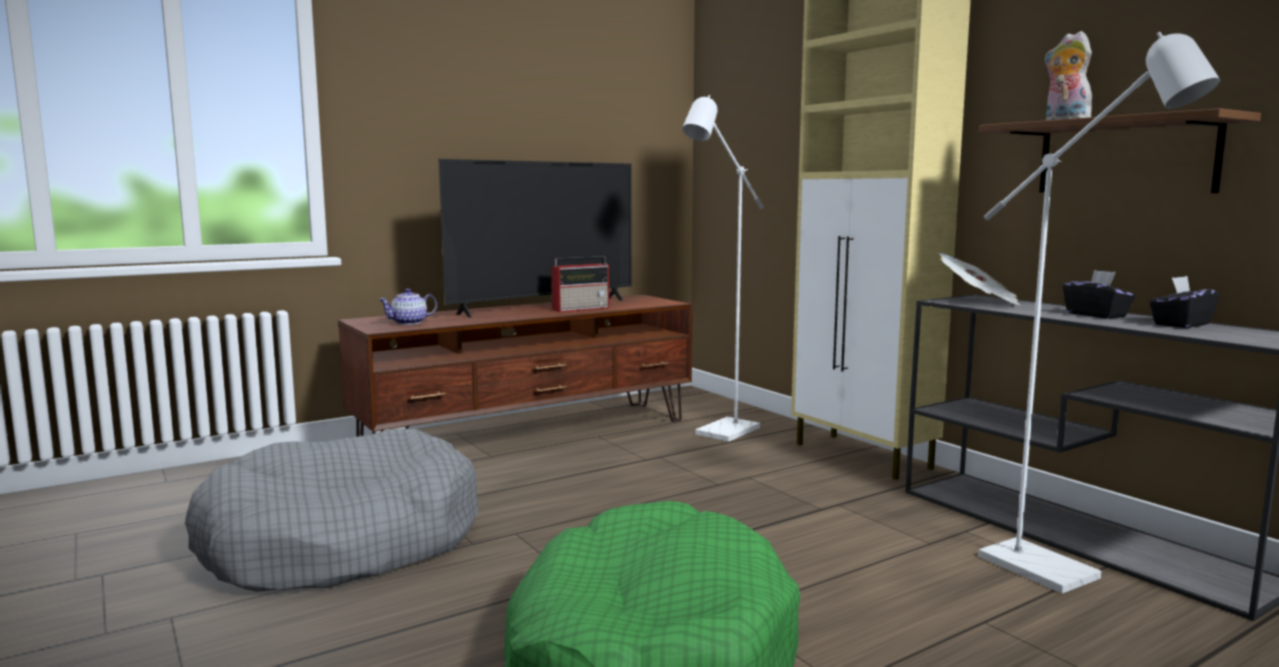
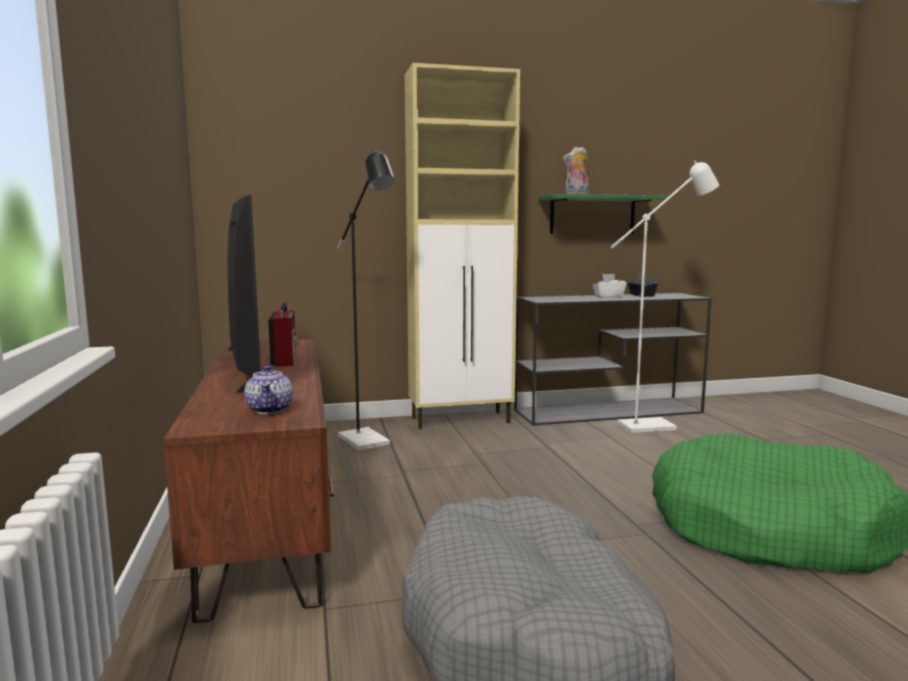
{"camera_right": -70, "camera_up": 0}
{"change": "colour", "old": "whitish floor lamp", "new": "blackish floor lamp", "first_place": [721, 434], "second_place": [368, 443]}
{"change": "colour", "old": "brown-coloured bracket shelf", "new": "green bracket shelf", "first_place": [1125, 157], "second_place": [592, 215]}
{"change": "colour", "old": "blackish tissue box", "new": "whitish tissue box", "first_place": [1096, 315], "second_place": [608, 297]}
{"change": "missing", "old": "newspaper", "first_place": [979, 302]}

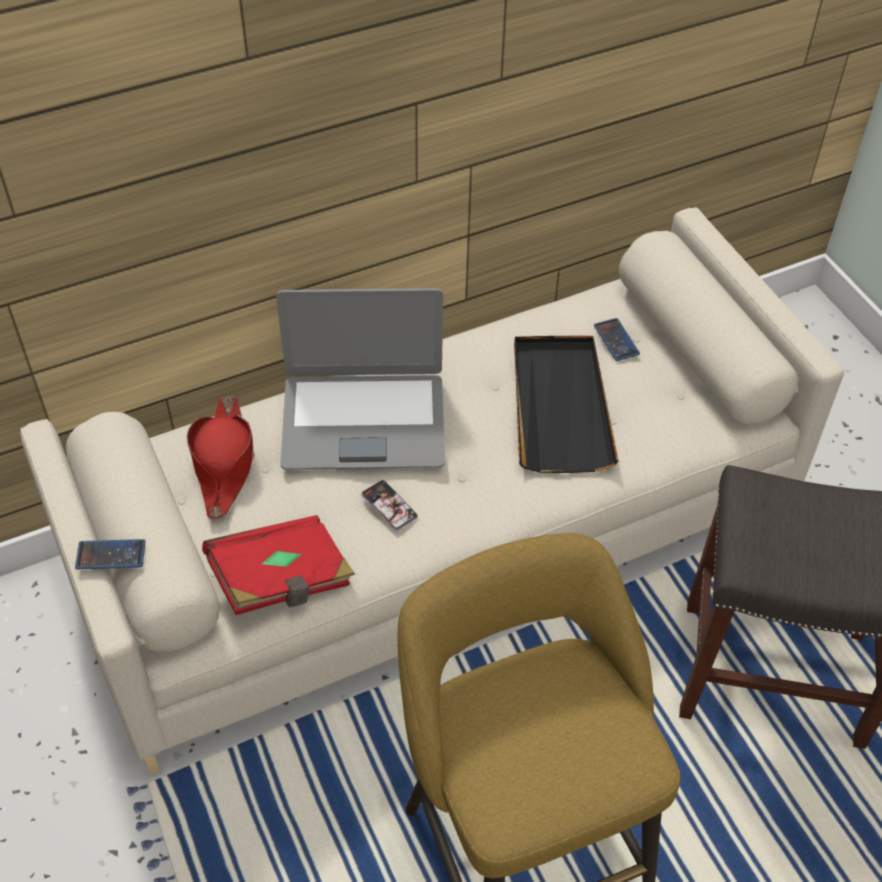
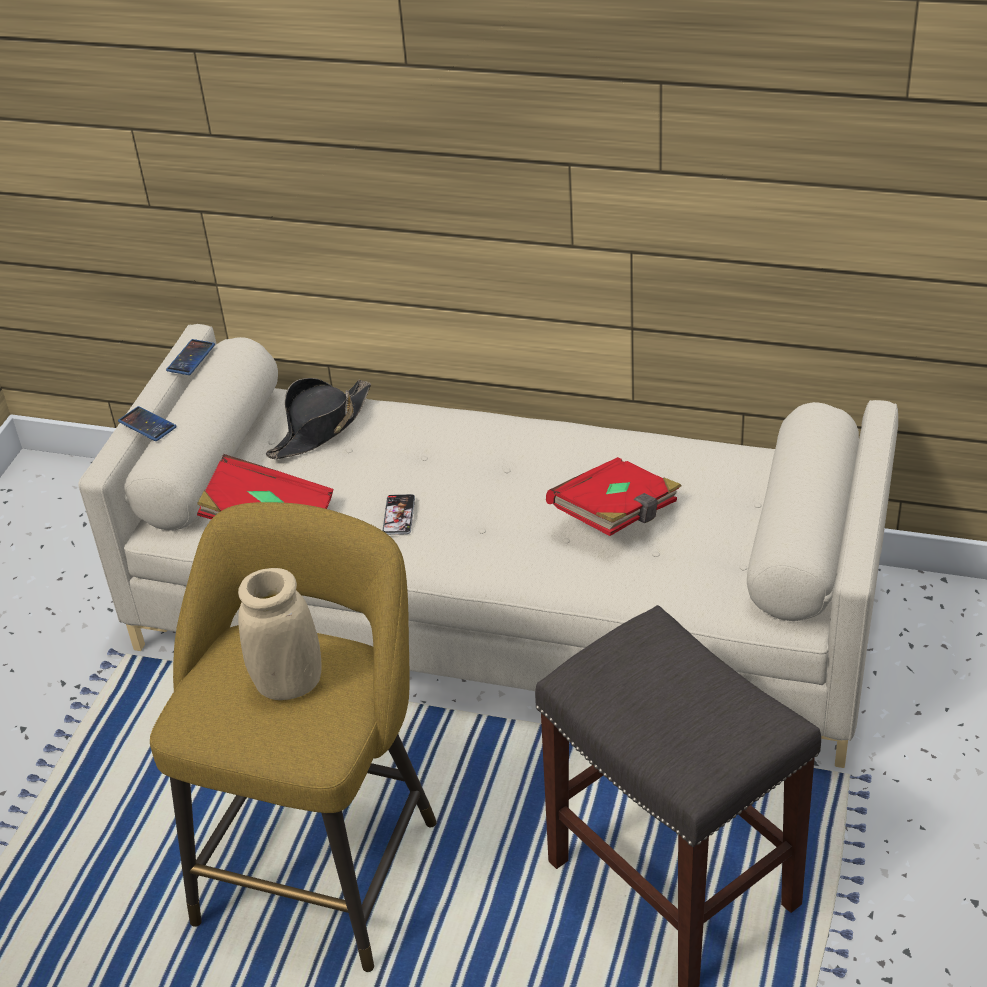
{"camera_right": 45, "camera_up": -10}
{"change": "relocated", "old": "telephone", "first_place": [616, 340], "second_place": [191, 358]}
{"change": "appeared", "new": "beige vase", "second_place": [288, 684]}
{"change": "colour", "old": "reddish clothing hat", "new": "blackish clothing hat", "first_place": [224, 463], "second_place": [320, 428]}
{"change": "exchanged", "old": "blackish carrying tray", "new": "reddish bound book", "first_place": [559, 406], "second_place": [616, 515]}
{"change": "missing", "old": "notebook computer", "first_place": [363, 421]}

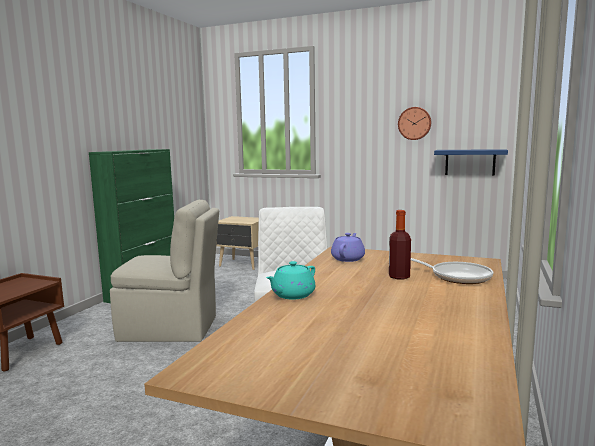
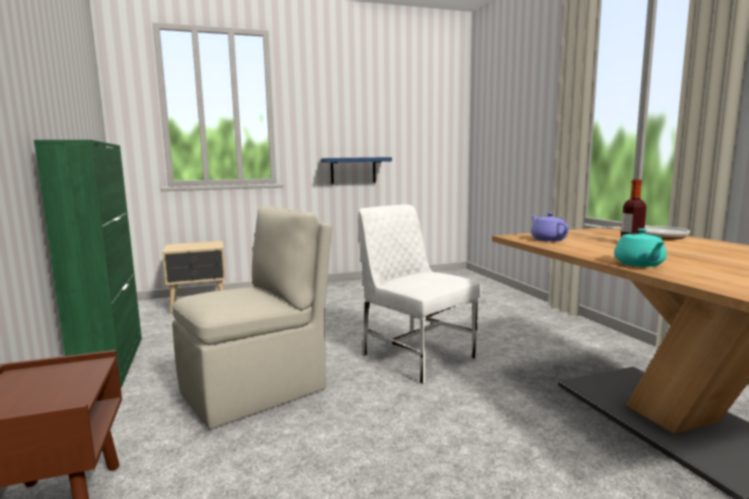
{"camera_right": -40, "camera_up": 0}
{"change": "relocated", "old": "blue-coloured bracket shelf", "first_place": [470, 162], "second_place": [353, 170]}
{"change": "missing", "old": "wall clock", "first_place": [414, 123]}

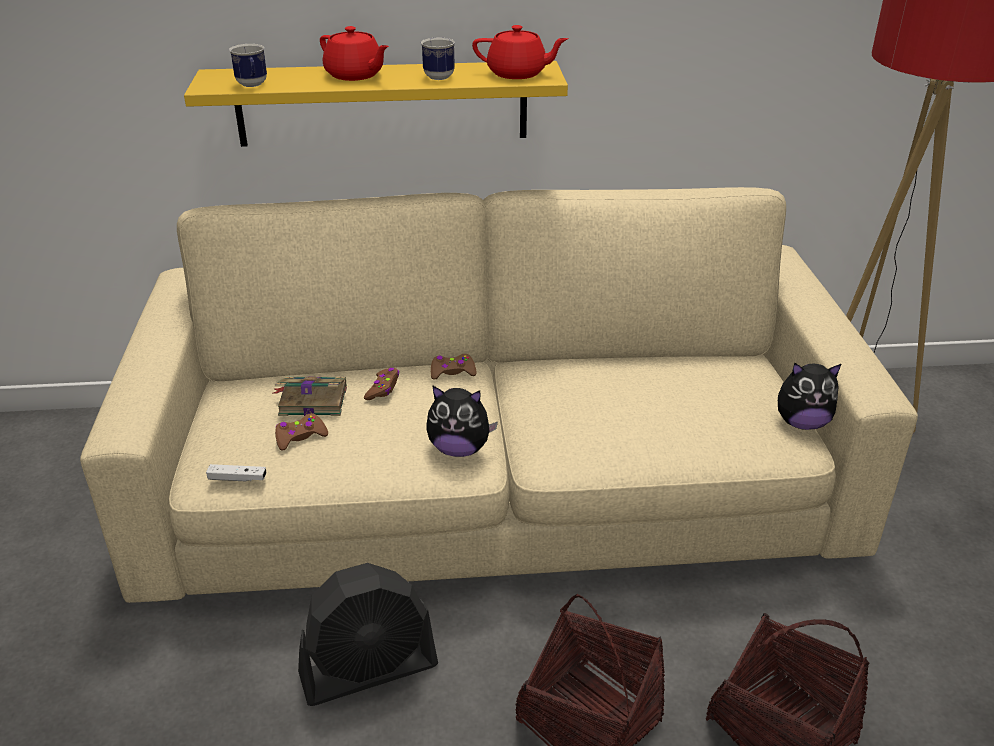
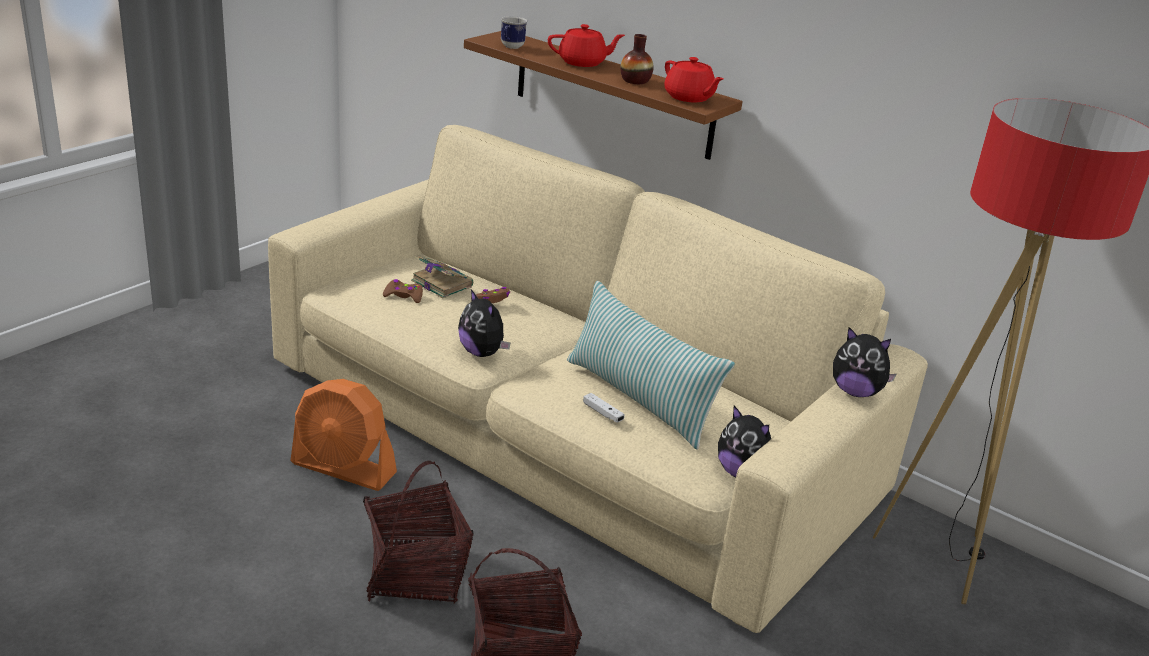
{"camera_right": 40, "camera_up": -5}
{"change": "colour", "old": "blackish fan", "new": "orange fan", "first_place": [369, 670], "second_place": [344, 468]}
{"change": "colour", "old": "yellow bracket shelf", "new": "brown-coloured bracket shelf", "first_place": [382, 103], "second_place": [612, 94]}
{"change": "spun", "old": "reddish teapot", "first_place": [355, 75], "second_place": [583, 62], "degrees": -90}
{"change": "appeared", "new": "pillow", "second_place": [639, 399]}
{"change": "relocated", "old": "whitish joypad", "first_place": [237, 478], "second_place": [602, 413]}
{"change": "exchanged", "old": "mug", "new": "vase", "first_place": [440, 75], "second_place": [635, 81]}
{"change": "appeared", "new": "soft toy", "second_place": [856, 392]}
{"change": "missing", "old": "brown-coloured joypad", "first_place": [452, 372]}

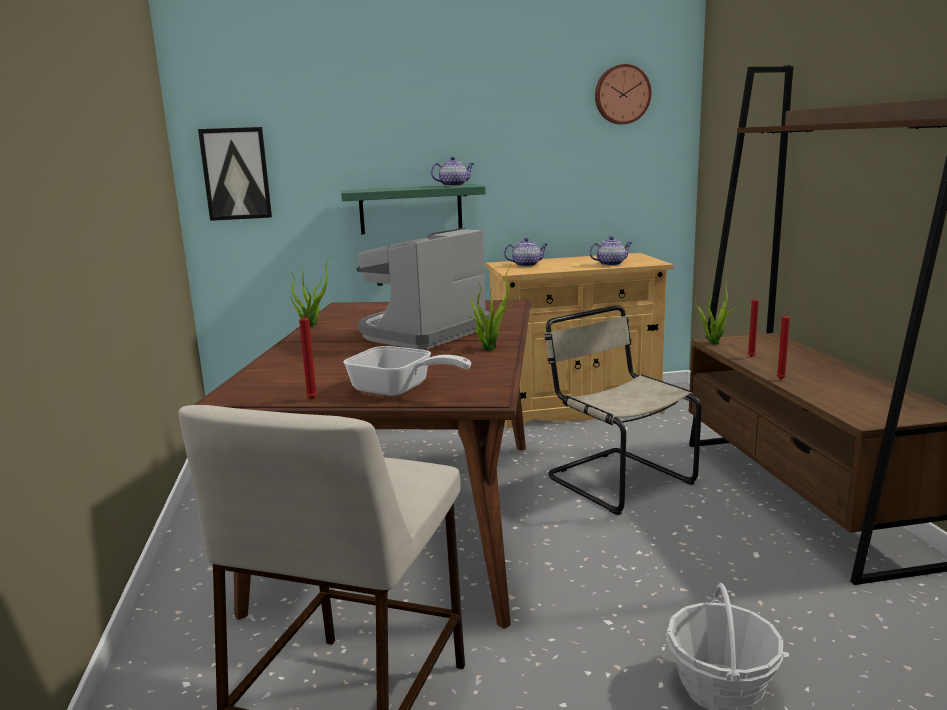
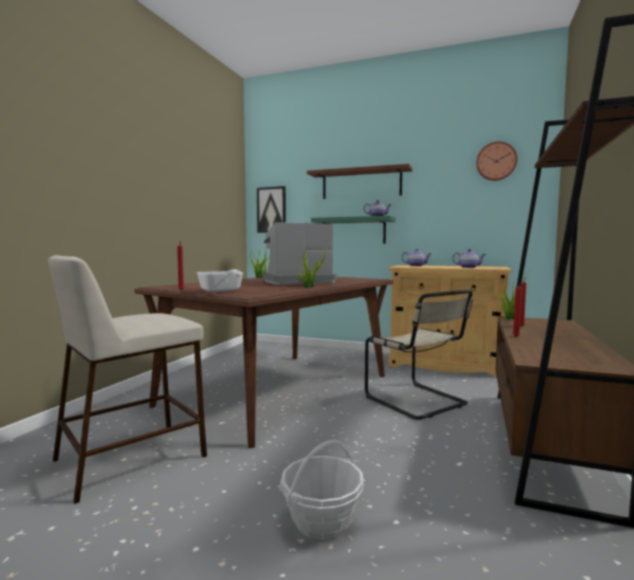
{"camera_right": 30, "camera_up": -10}
{"change": "appeared", "new": "brown-coloured bracket shelf", "second_place": [361, 184]}
{"change": "spun", "old": "beige plain chair", "first_place": [615, 479], "second_place": [418, 402], "degrees": 150}

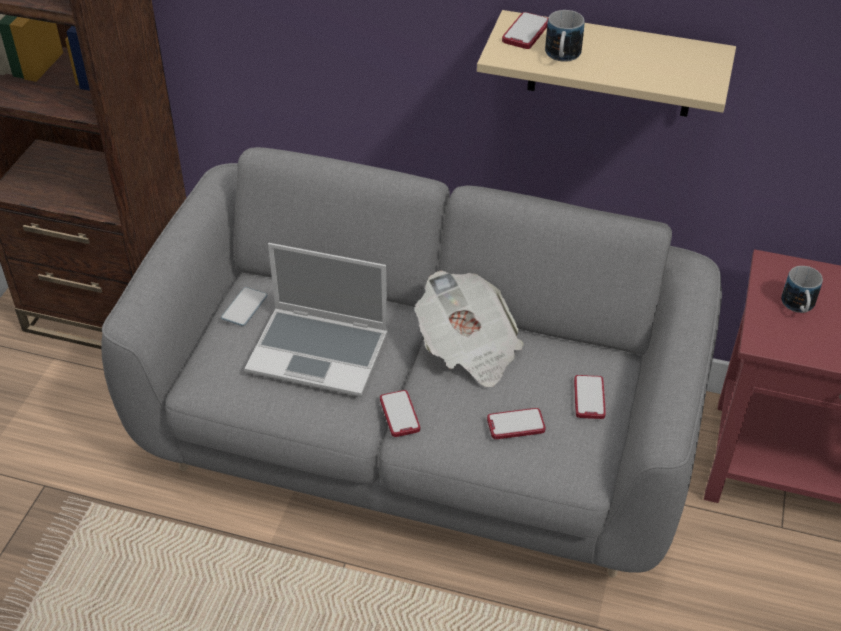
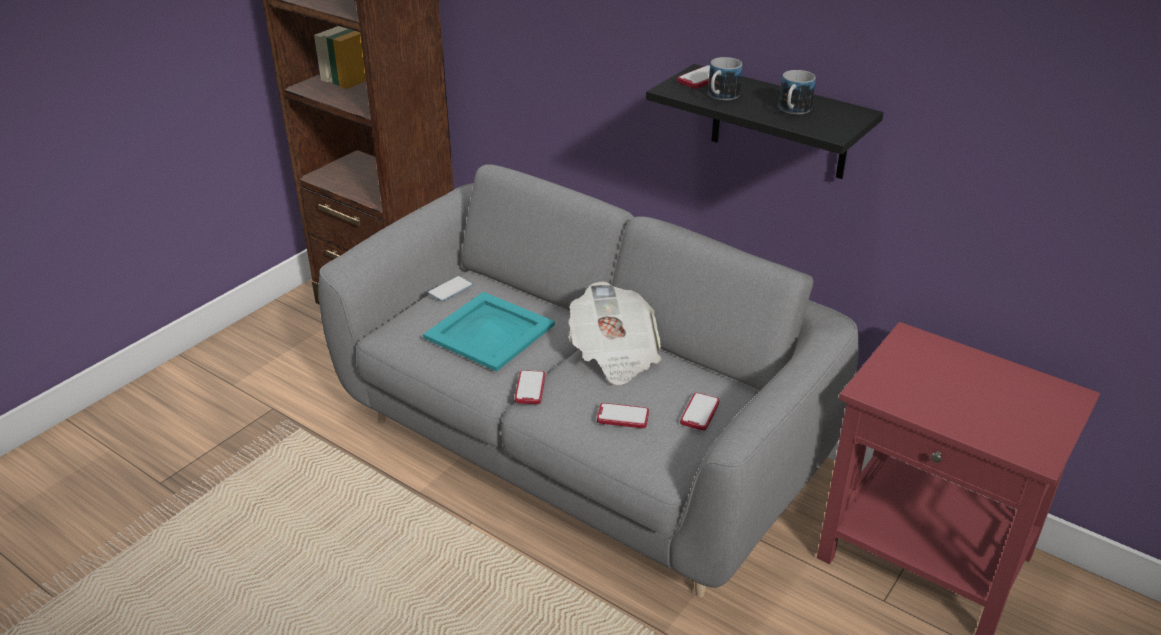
{"camera_right": 20, "camera_up": -10}
{"change": "exchanged", "old": "notebook computer", "new": "turquoise-coloured carrying tray", "first_place": [320, 352], "second_place": [490, 331]}
{"change": "colour", "old": "beige bracket shelf", "new": "blackish bracket shelf", "first_place": [611, 65], "second_place": [779, 123]}
{"change": "relocated", "old": "mug", "first_place": [798, 307], "second_place": [792, 111]}

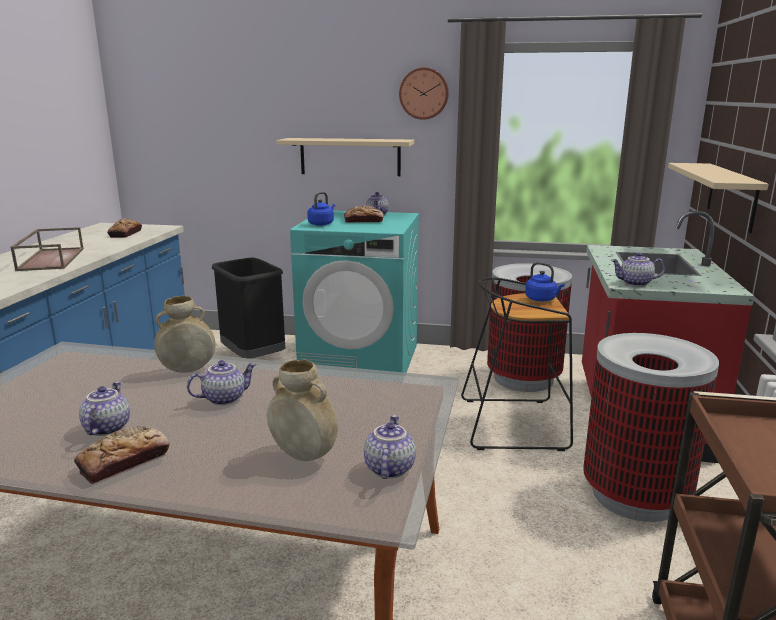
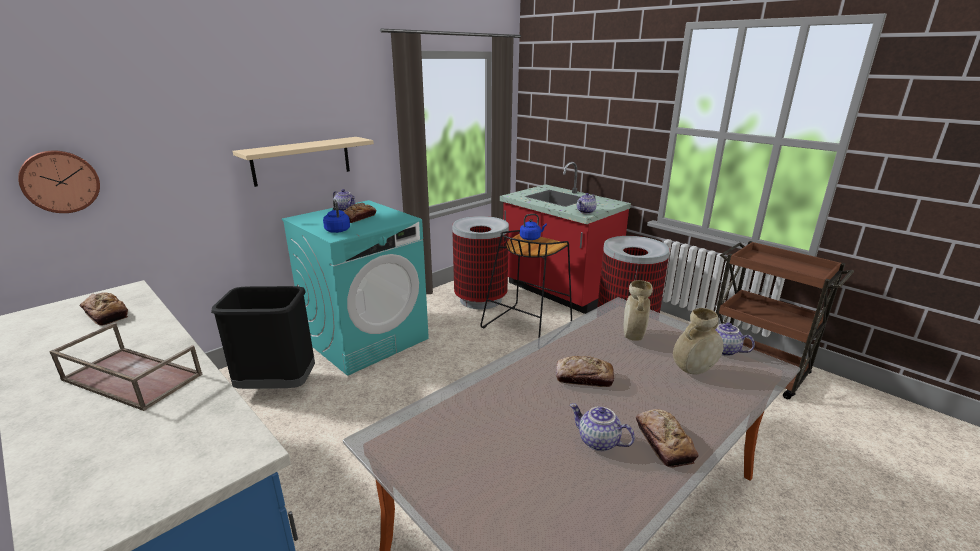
{"camera_right": -55, "camera_up": 5}
{"change": "relocated", "old": "wall clock", "first_place": [424, 93], "second_place": [60, 181]}
{"change": "exchanged", "old": "teapot", "new": "bread", "first_place": [224, 398], "second_place": [584, 377]}
{"change": "relocated", "old": "beige vase", "first_place": [188, 370], "second_place": [633, 337]}
{"change": "missing", "old": "beige bracket shelf", "first_place": [731, 196]}

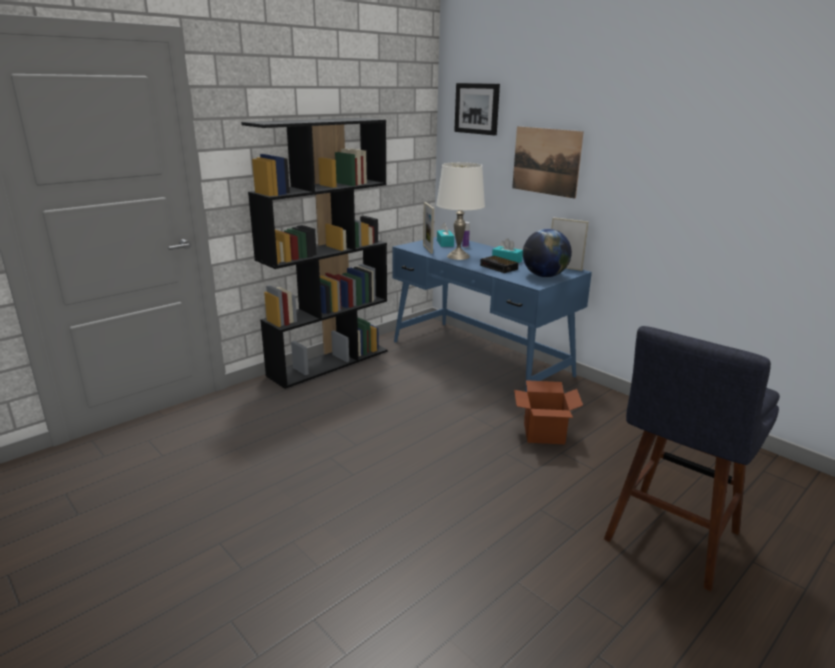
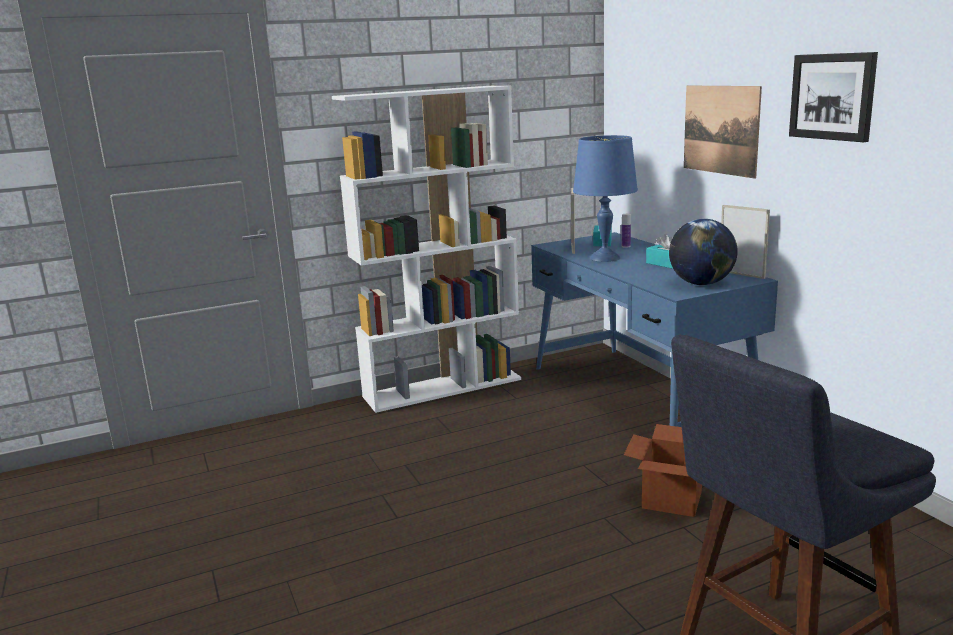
{"camera_right": 20, "camera_up": -5}
{"change": "colour", "old": "blackish shelving unit", "new": "whitish shelving unit", "first_place": [329, 362], "second_place": [443, 387]}
{"change": "colour", "old": "whitish tabletop lamp", "new": "blue-coloured tabletop lamp", "first_place": [458, 256], "second_place": [605, 258]}
{"change": "relocated", "old": "picture", "first_place": [477, 108], "second_place": [833, 96]}
{"change": "missing", "old": "table clock", "first_place": [499, 267]}

